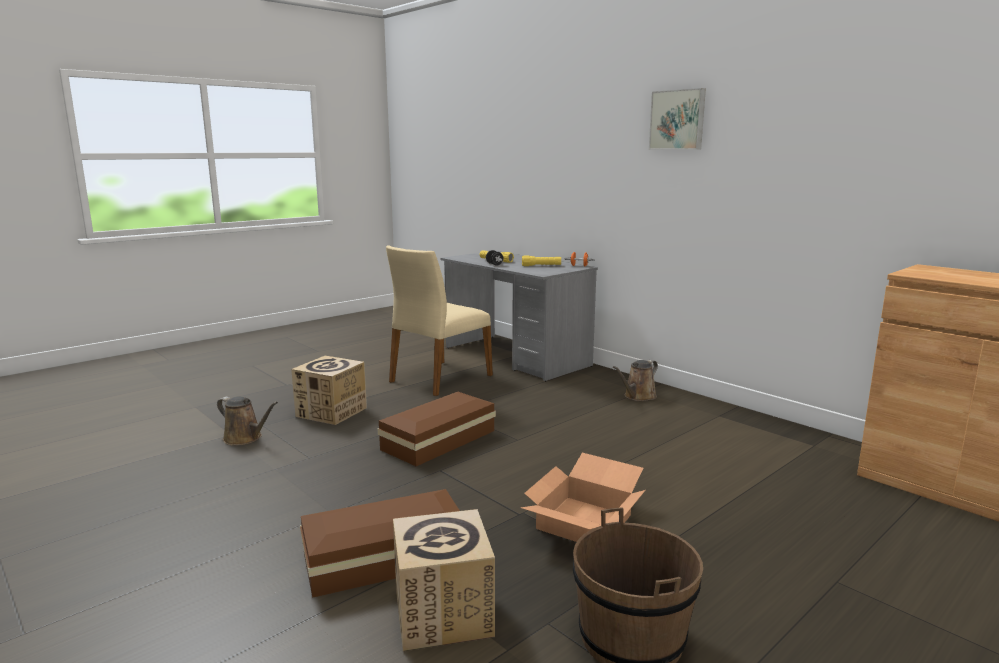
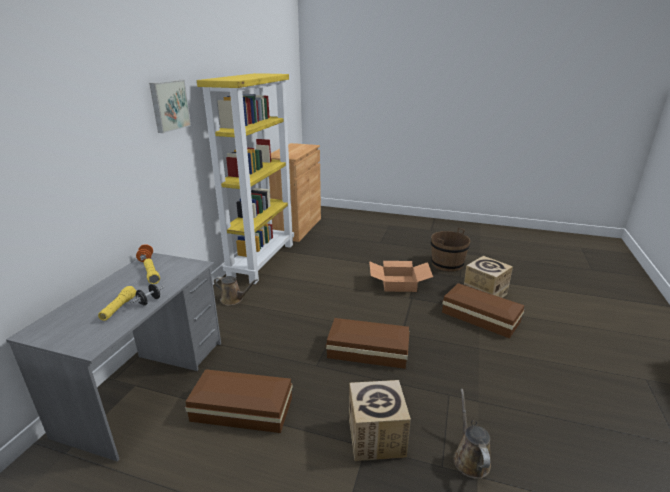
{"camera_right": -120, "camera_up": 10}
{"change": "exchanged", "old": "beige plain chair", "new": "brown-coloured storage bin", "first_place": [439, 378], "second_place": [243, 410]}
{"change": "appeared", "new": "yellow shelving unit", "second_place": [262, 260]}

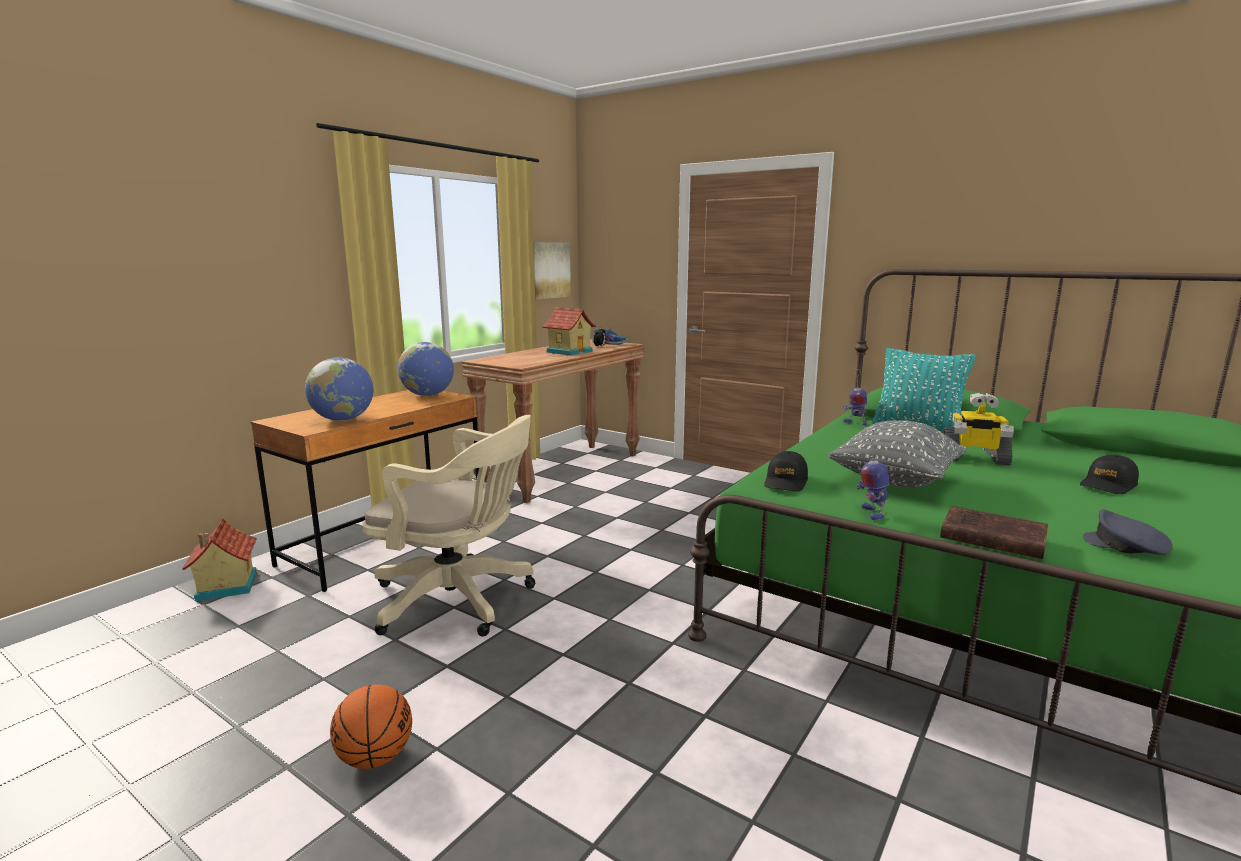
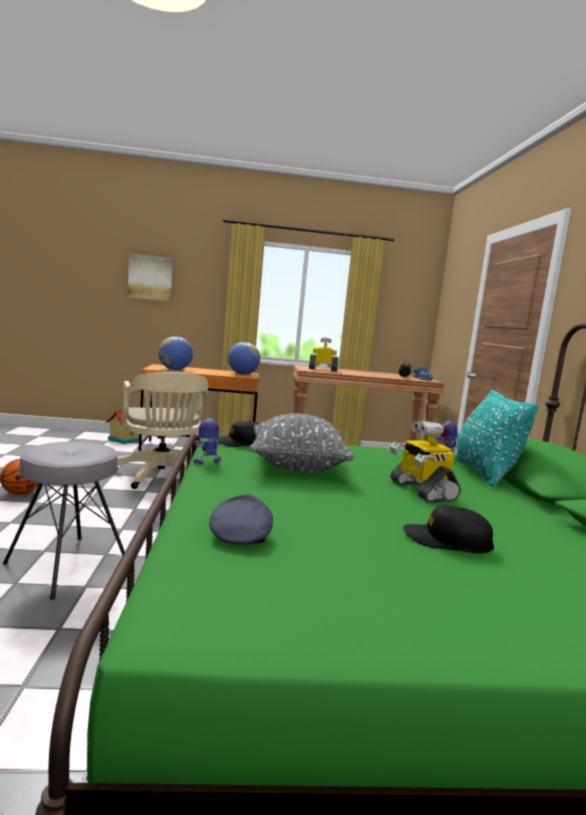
{"camera_right": 50, "camera_up": -5}
{"change": "appeared", "new": "grey stool seat", "second_place": [68, 565]}
{"change": "relocated", "old": "picture", "first_place": [549, 270], "second_place": [150, 278]}
{"change": "appeared", "new": "robot figure", "second_place": [323, 369]}
{"change": "missing", "old": "toy house", "first_place": [570, 351]}
{"change": "missing", "old": "brown-coloured bound book", "first_place": [989, 537]}

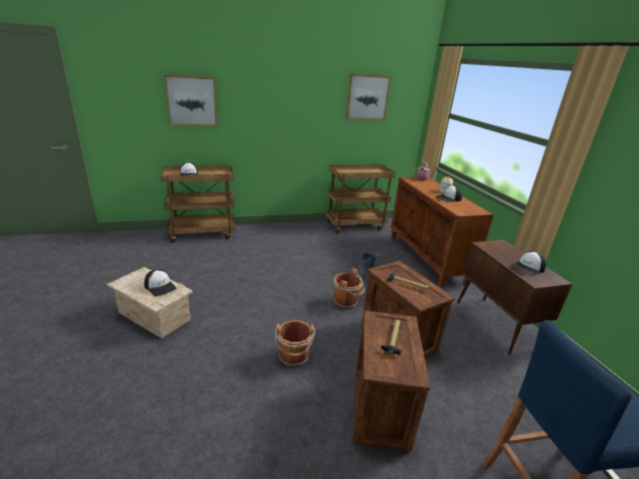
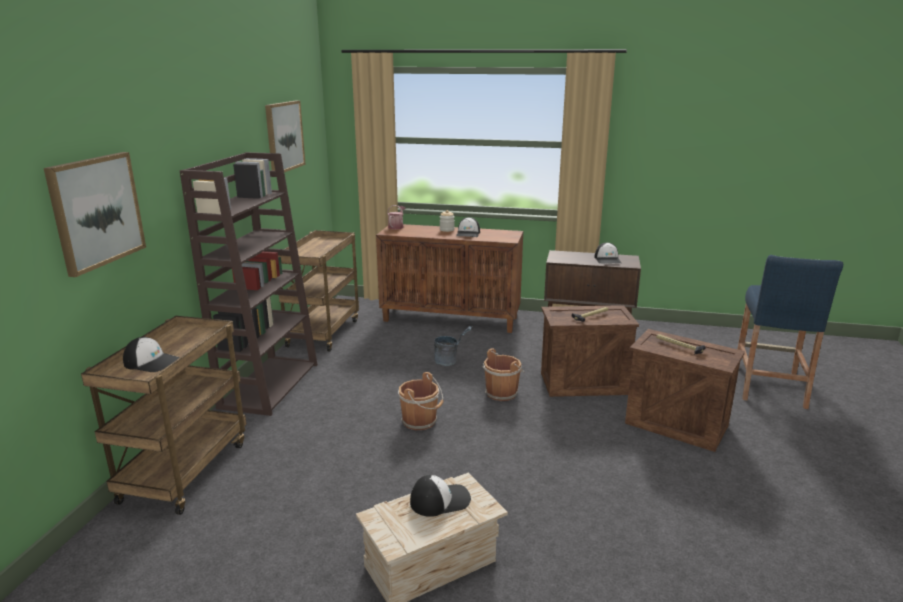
{"camera_right": -60, "camera_up": -5}
{"change": "appeared", "new": "brown-coloured shelving unit", "second_place": [269, 384]}
{"change": "relocated", "old": "brown-coloured bucket", "first_place": [294, 357], "second_place": [421, 421]}

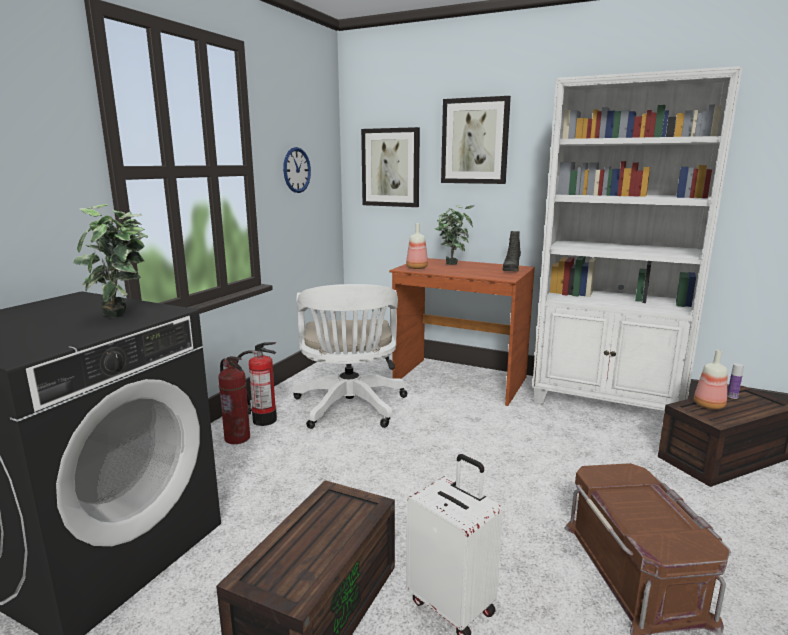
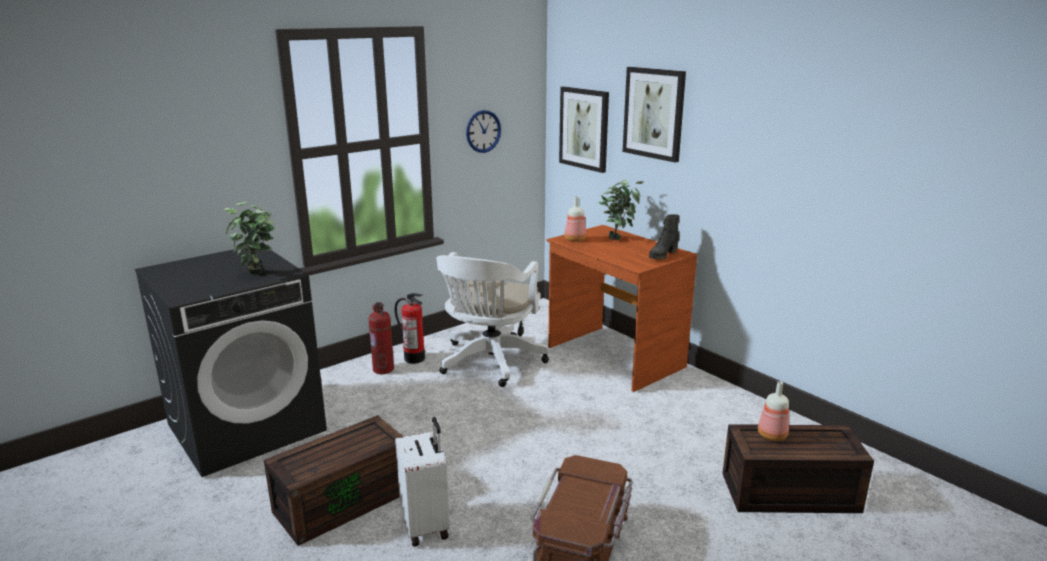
{"camera_right": 25, "camera_up": 5}
{"change": "missing", "old": "whitish shelving unit", "first_place": [607, 403]}
{"change": "missing", "old": "drink bottle", "first_place": [732, 396]}

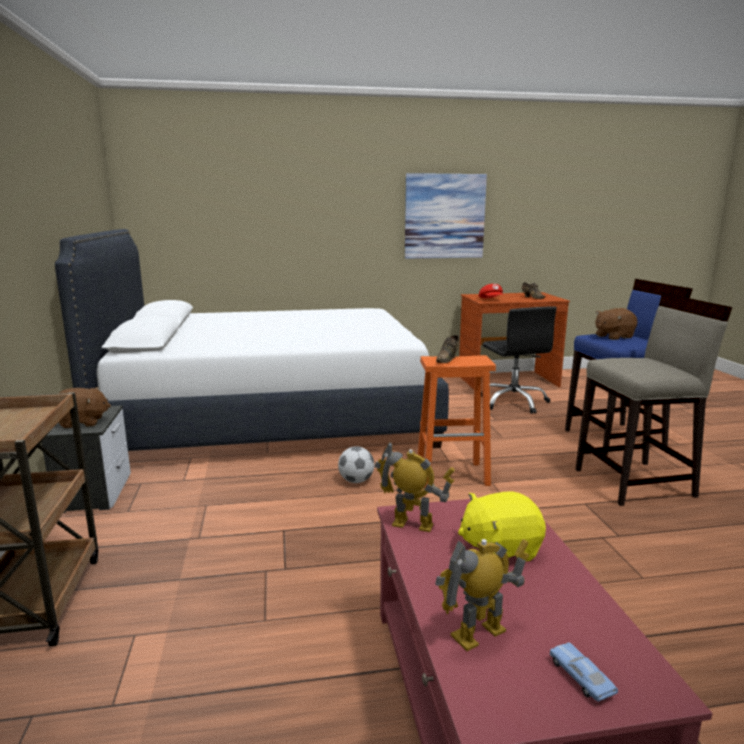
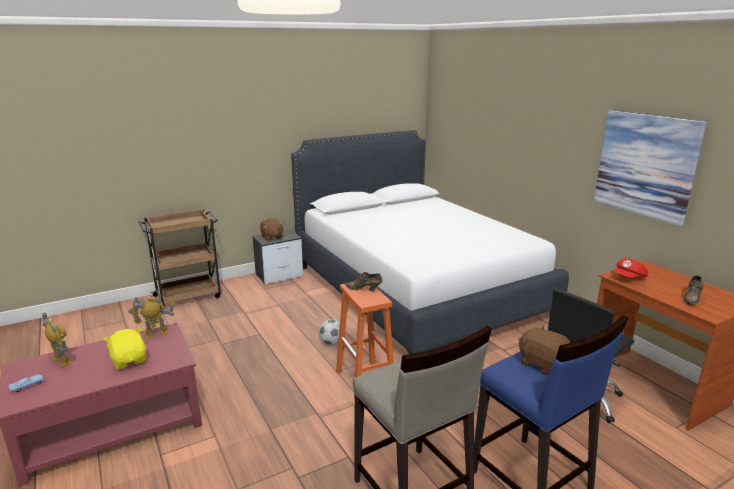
{"camera_right": 70, "camera_up": 5}
{"change": "spun", "old": "robot figure", "first_place": [412, 525], "second_place": [156, 334], "degrees": -120}

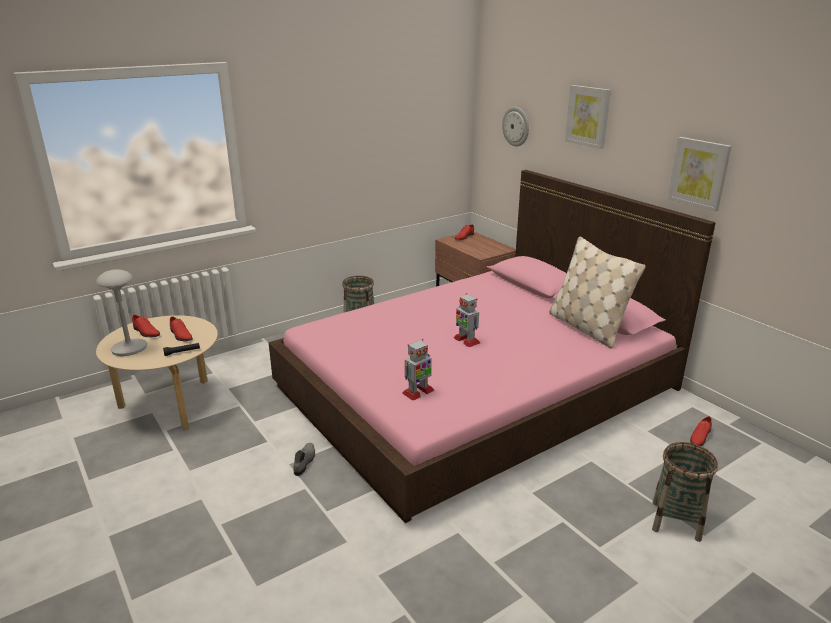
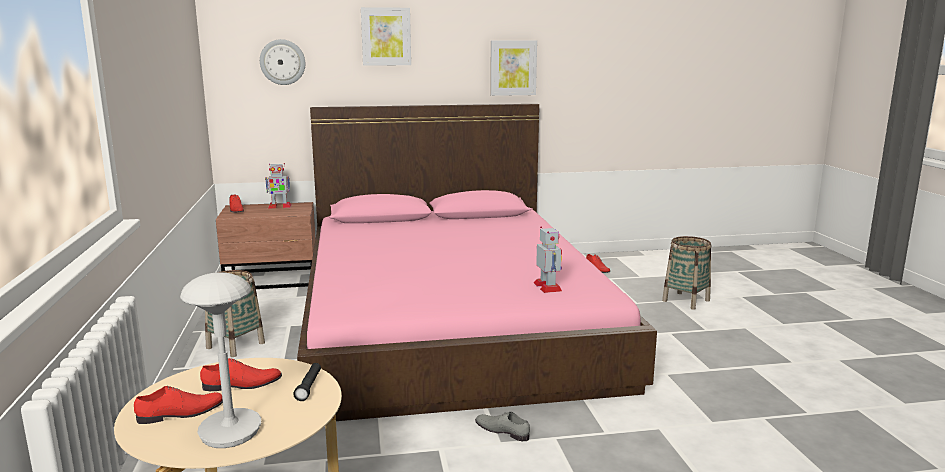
{"camera_right": -65, "camera_up": -10}
{"change": "relocated", "old": "robot figure", "first_place": [466, 340], "second_place": [279, 206]}
{"change": "missing", "old": "beige pillow", "first_place": [587, 328]}

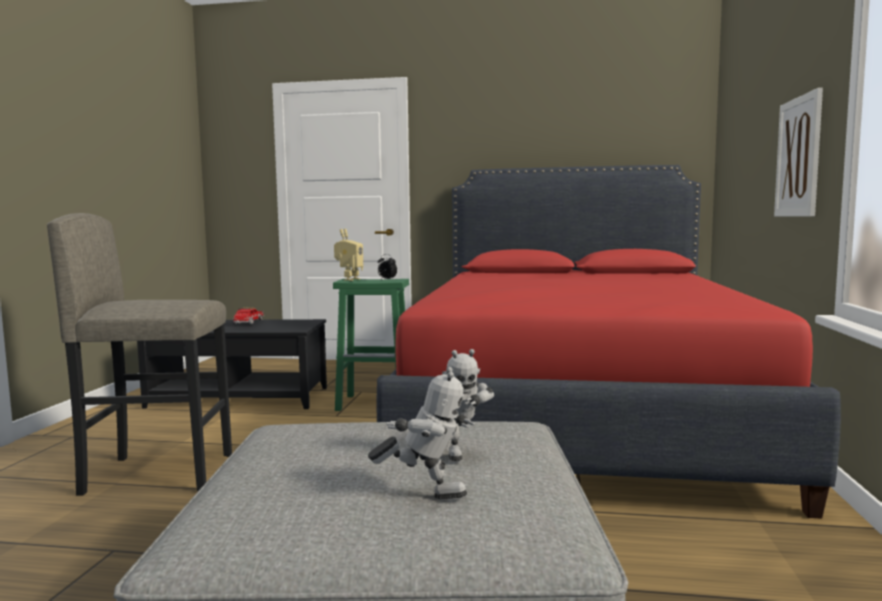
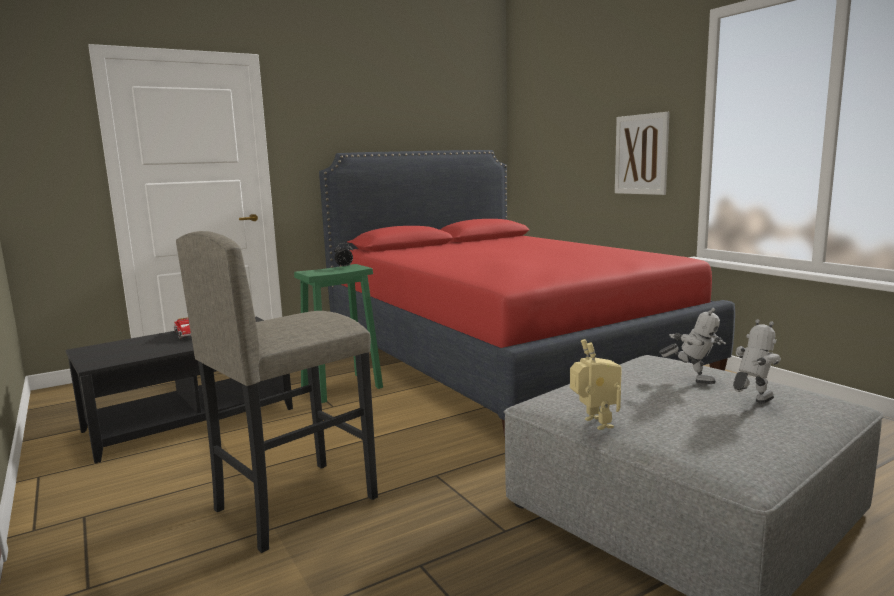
{"camera_right": -40, "camera_up": 5}
{"change": "relocated", "old": "robot figure", "first_place": [349, 279], "second_place": [594, 424]}

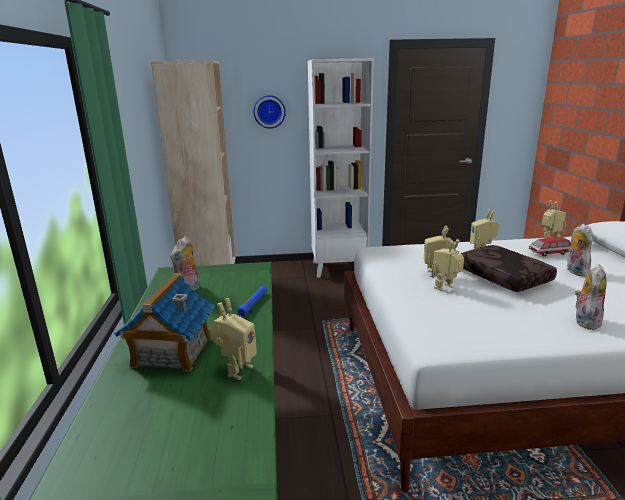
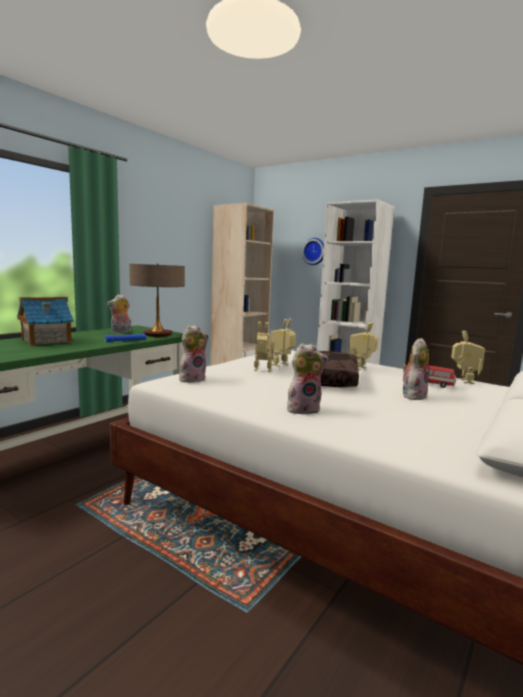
{"camera_right": 40, "camera_up": -10}
{"change": "appeared", "new": "tabletop lamp", "second_place": [157, 335]}
{"change": "appeared", "new": "soft toy", "second_place": [192, 379]}
{"change": "missing", "old": "robot figure", "first_place": [236, 370]}

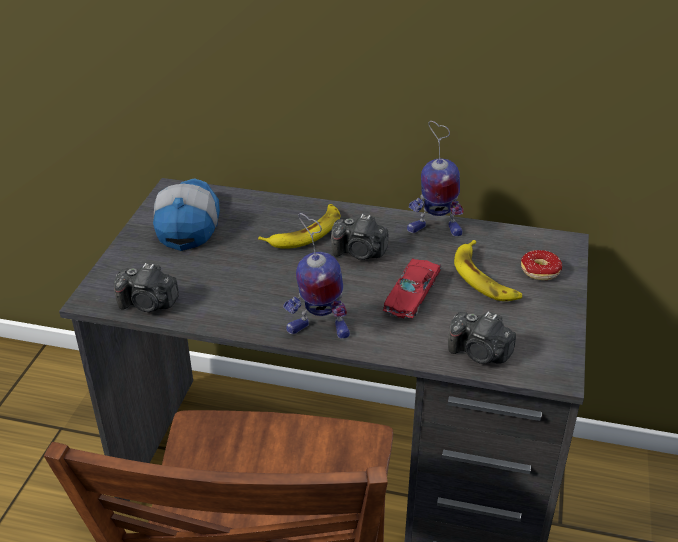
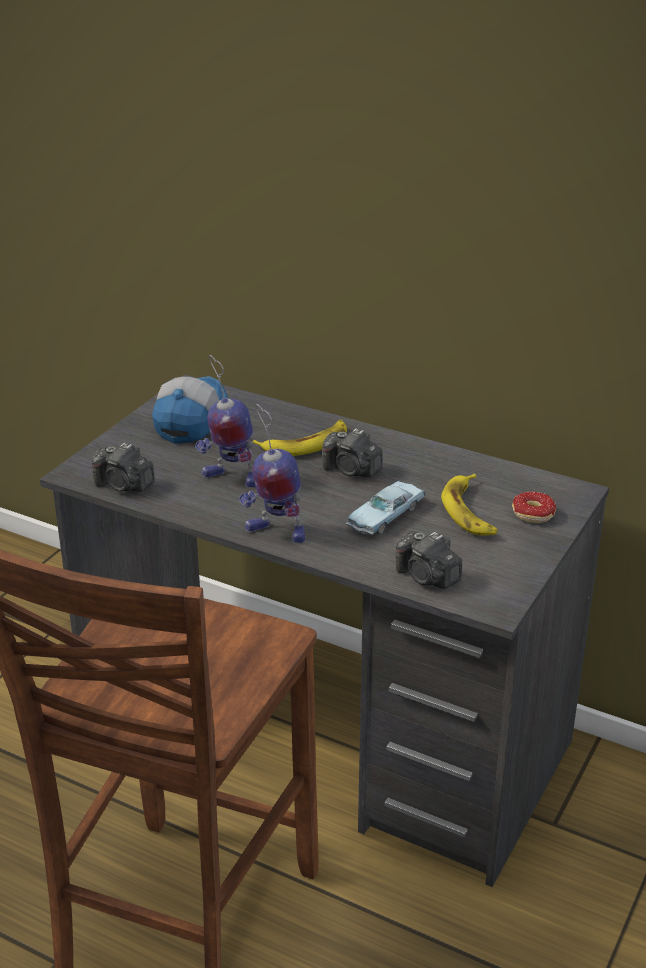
{"camera_right": 15, "camera_up": -5}
{"change": "relocated", "old": "robot figure", "first_place": [434, 230], "second_place": [230, 478]}
{"change": "colour", "old": "reddish model car", "new": "blue-coloured model car", "first_place": [412, 295], "second_place": [385, 515]}

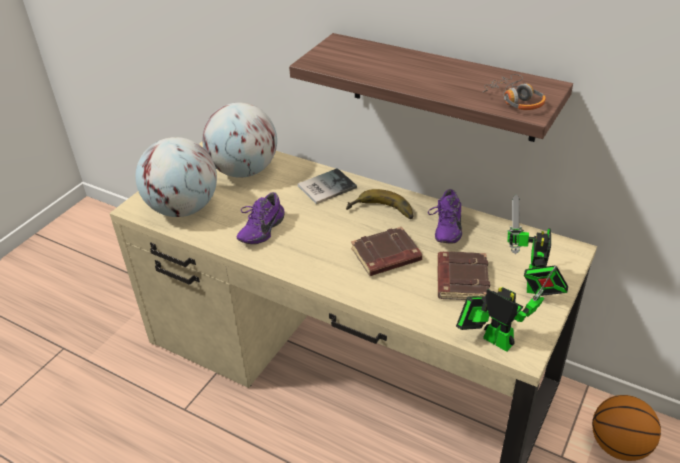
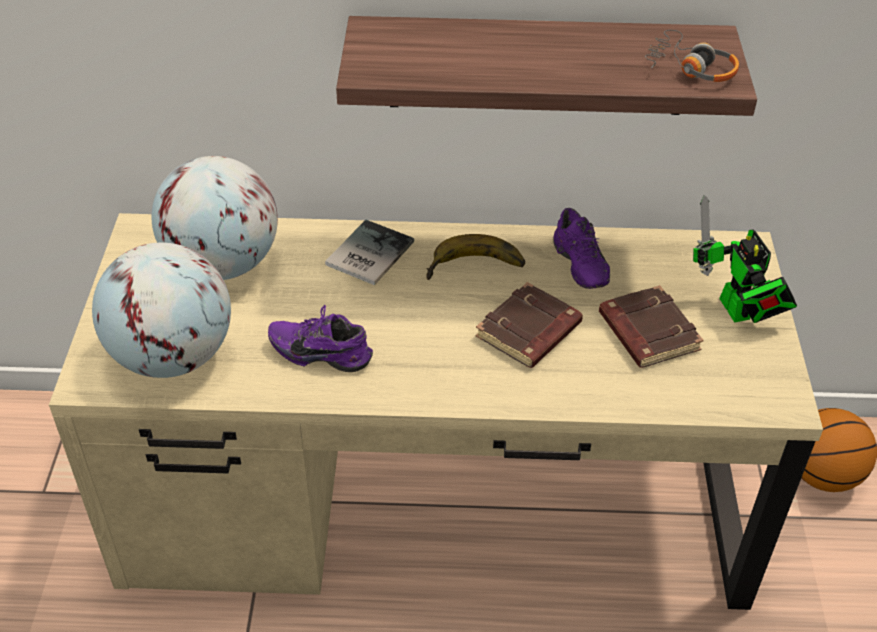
{"camera_right": -30, "camera_up": 5}
{"change": "spun", "old": "purplish low shoe", "first_place": [260, 230], "second_place": [322, 351], "degrees": 105}
{"change": "missing", "old": "robot figure", "first_place": [493, 338]}

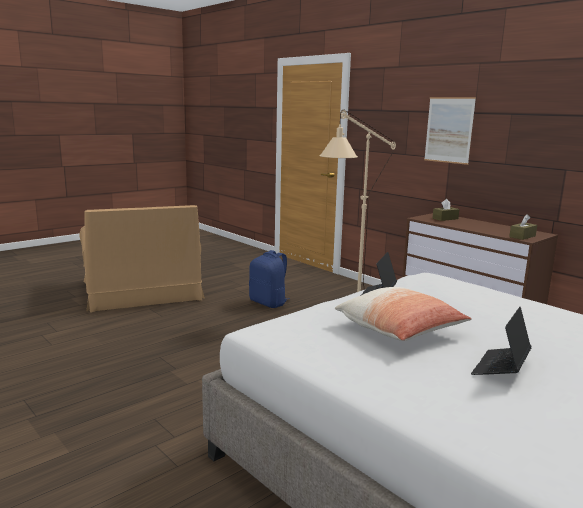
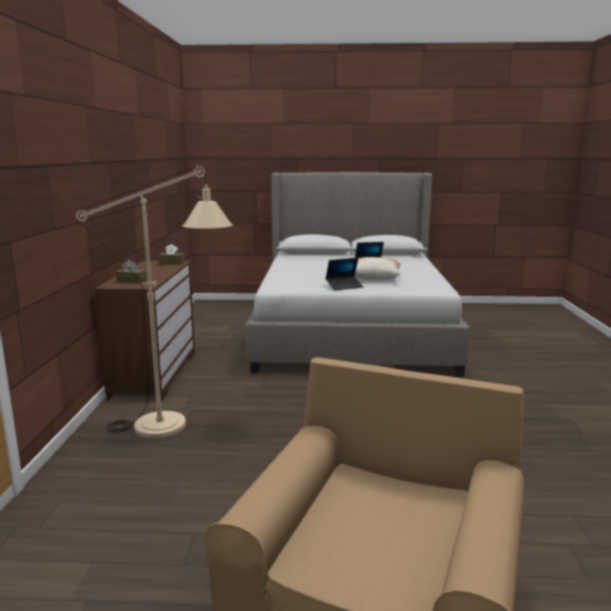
{"camera_right": -135, "camera_up": 0}
{"change": "missing", "old": "blue-coloured backpack", "first_place": [269, 303]}
{"change": "missing", "old": "picture", "first_place": [449, 130]}

